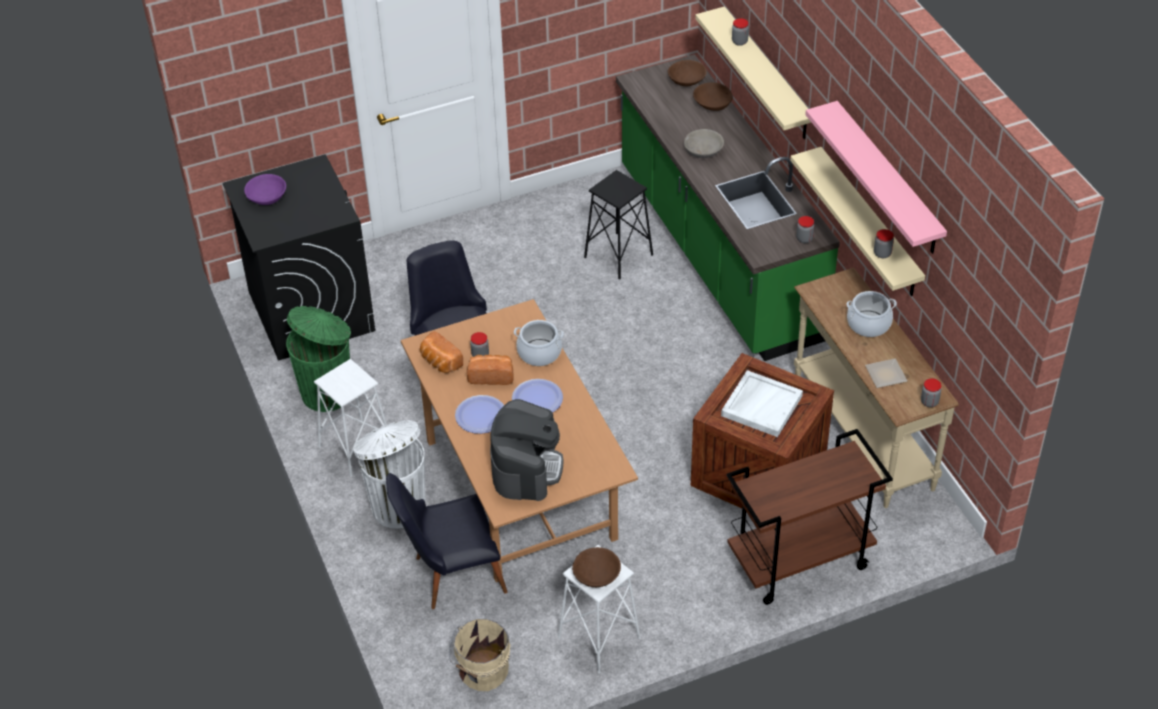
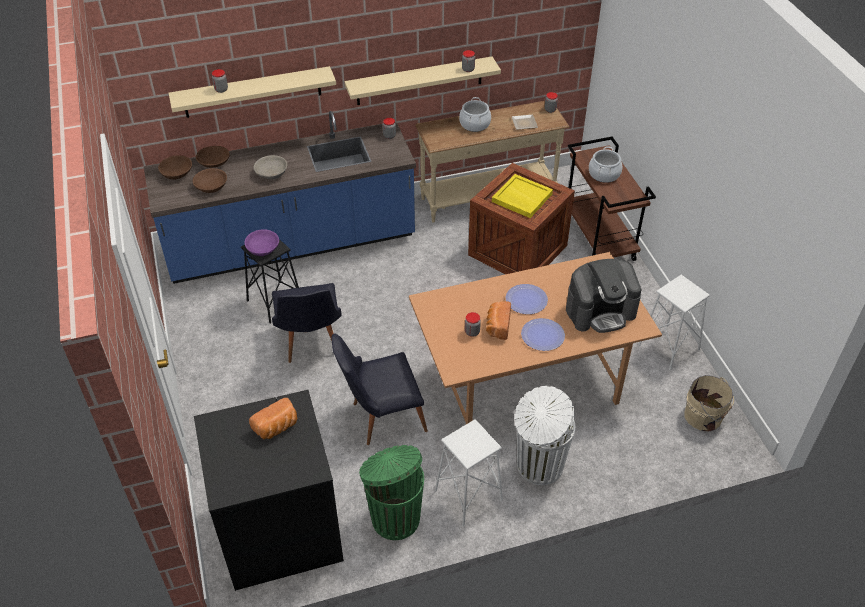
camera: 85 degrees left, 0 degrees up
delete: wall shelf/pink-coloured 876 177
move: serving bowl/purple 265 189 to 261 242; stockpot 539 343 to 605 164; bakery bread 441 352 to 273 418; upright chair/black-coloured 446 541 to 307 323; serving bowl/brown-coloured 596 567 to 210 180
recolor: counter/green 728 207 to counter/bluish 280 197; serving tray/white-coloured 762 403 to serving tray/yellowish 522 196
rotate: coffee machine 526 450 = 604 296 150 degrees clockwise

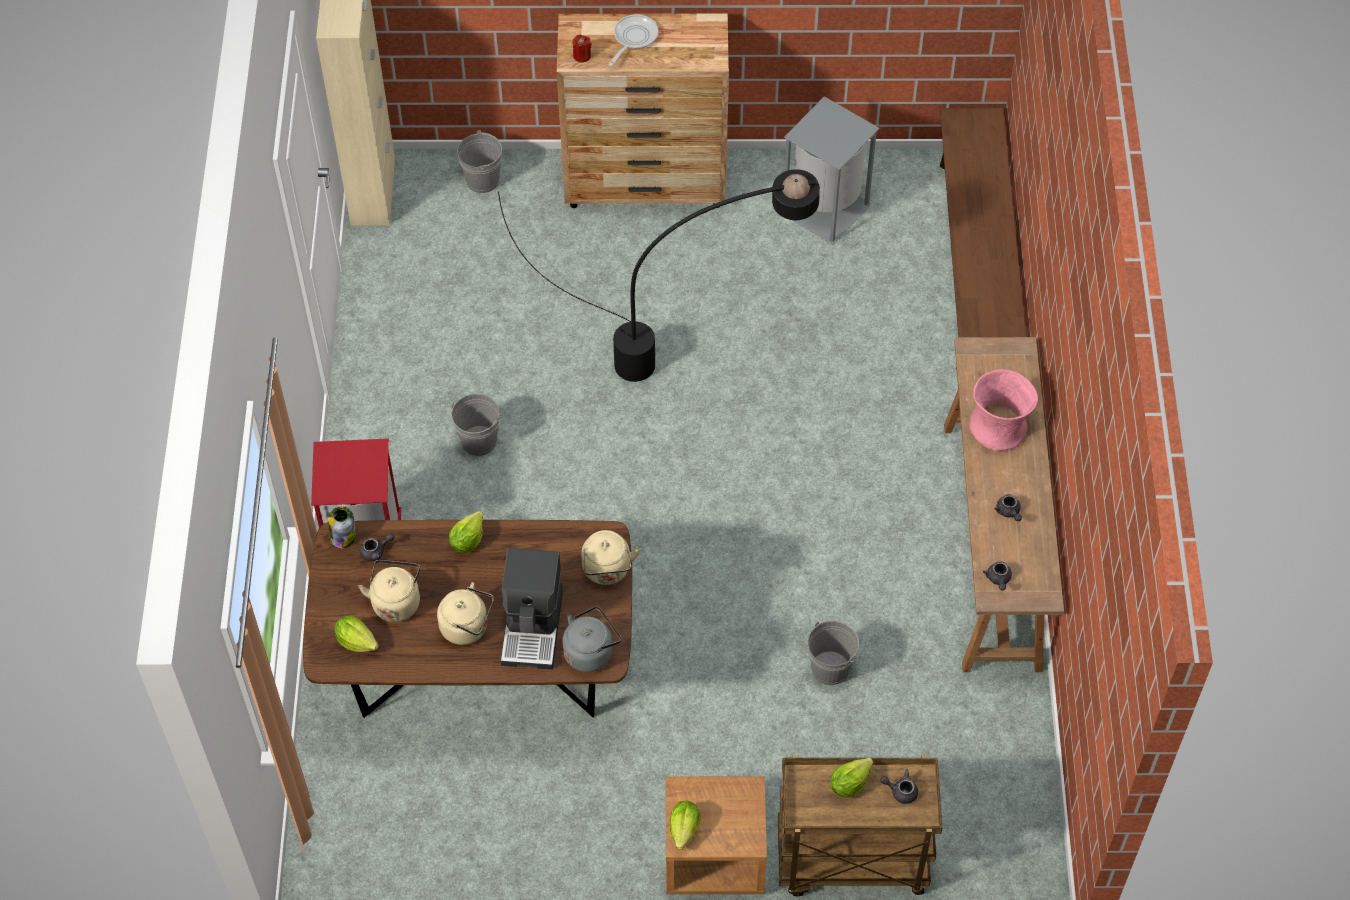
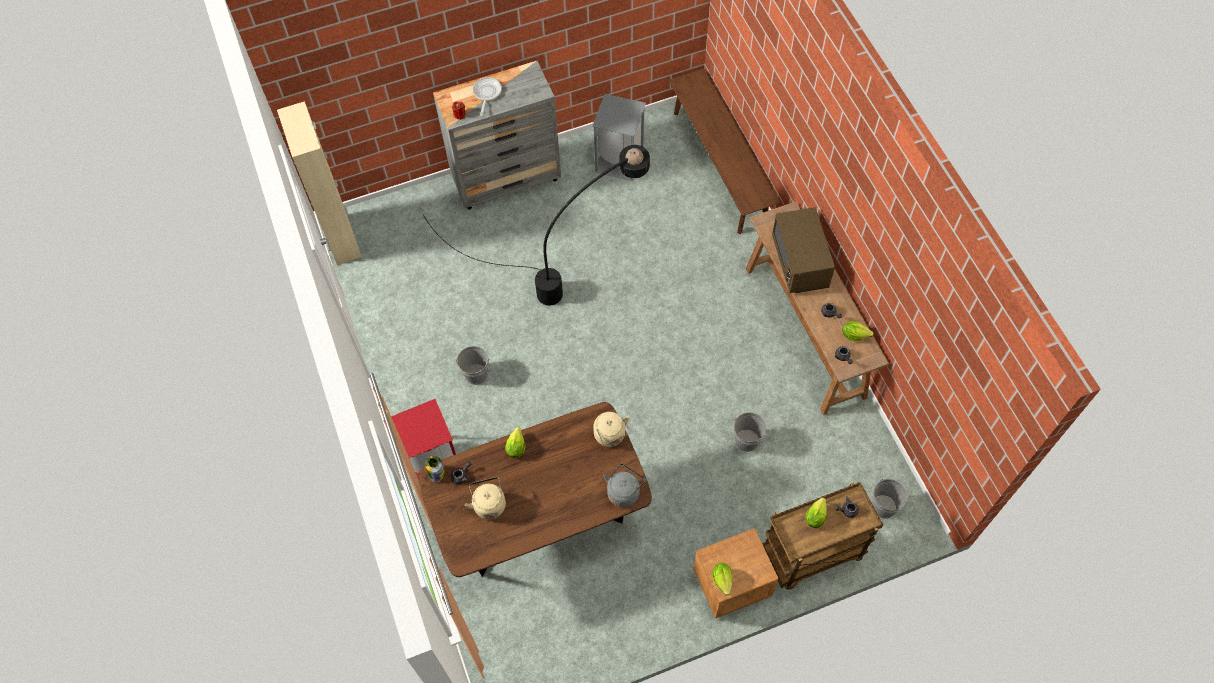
camera: 20 degrees left, 5 degrees up
delete: coffee machine 531 609; kettle/sand-coloured 465 613
move: pail/greyish 479 161 to 890 498; lettuce 356 633 to 858 331
replace: flower vase/pink-coloured 1004 410 to microwave/brown-coloured 803 250
recolor: chest of drawers/brown-coloured 643 110 to chest of drawers/greyish 497 135

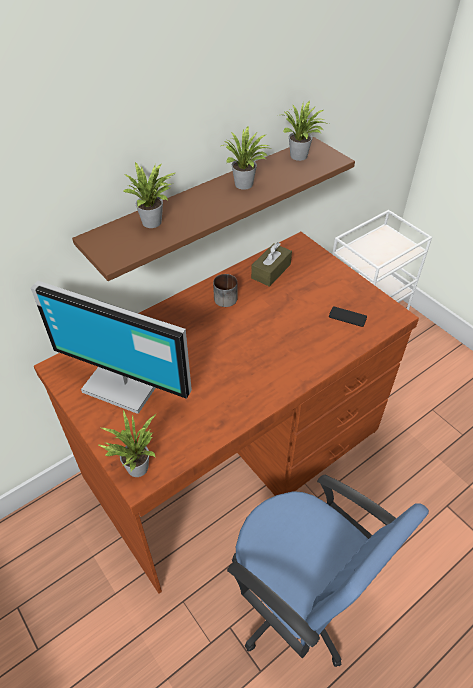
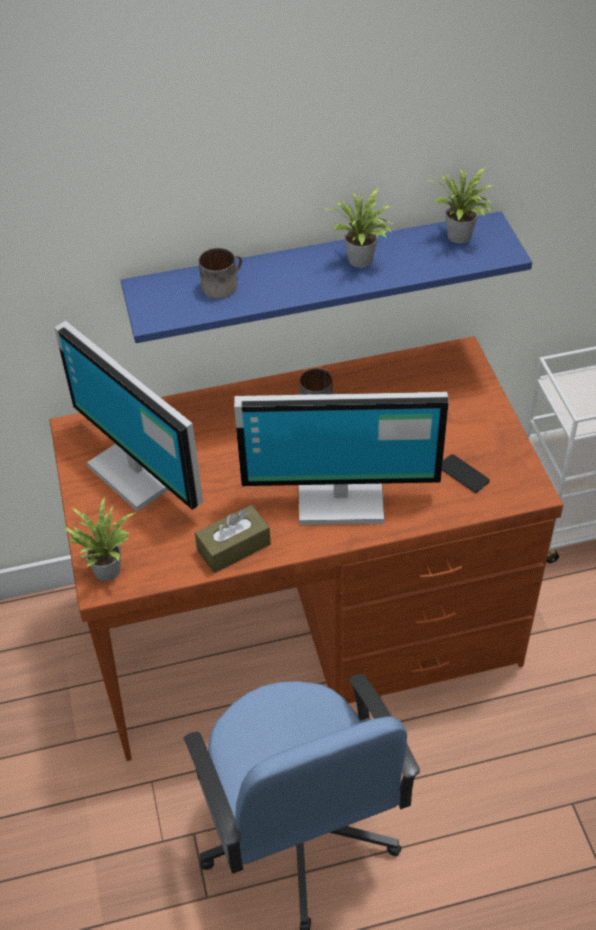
camera: 25 degrees right, 0 degrees up
insert: monitor 341 458
move: tissue box/brown-coloured 271 264 to 233 539
replace: houseplant 149 195 to tea mug 220 273
recolor: wall shelf/brown-coloured 213 209 to wall shelf/bluish 326 277

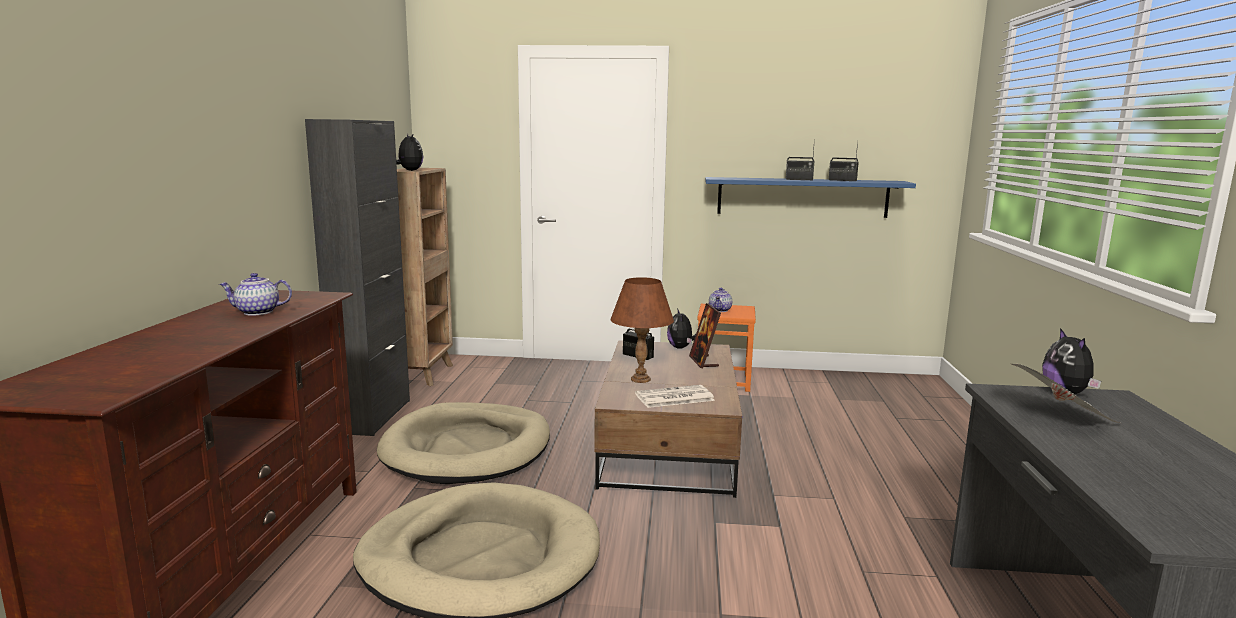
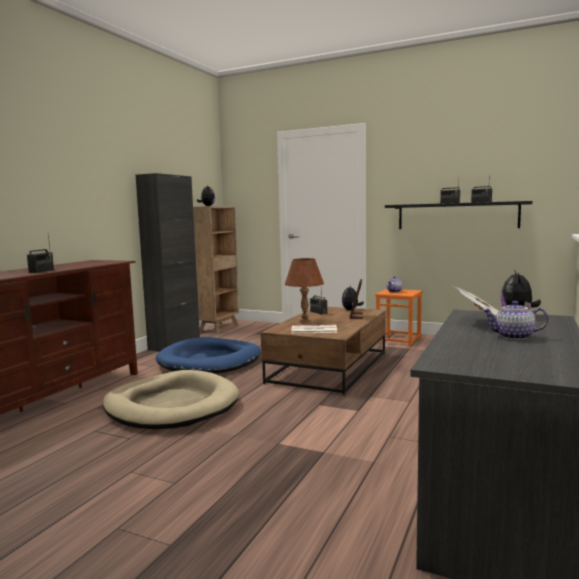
camera: 20 degrees right, 5 degrees down
insert: radio receiver 40 254
move: pot for tea 255 294 to 515 320
recolor: wall shelf/bluish 810 197 to wall shelf/black-coloured 459 215; dog bed/sand-coloured 463 443 to dog bed/bluish 208 355

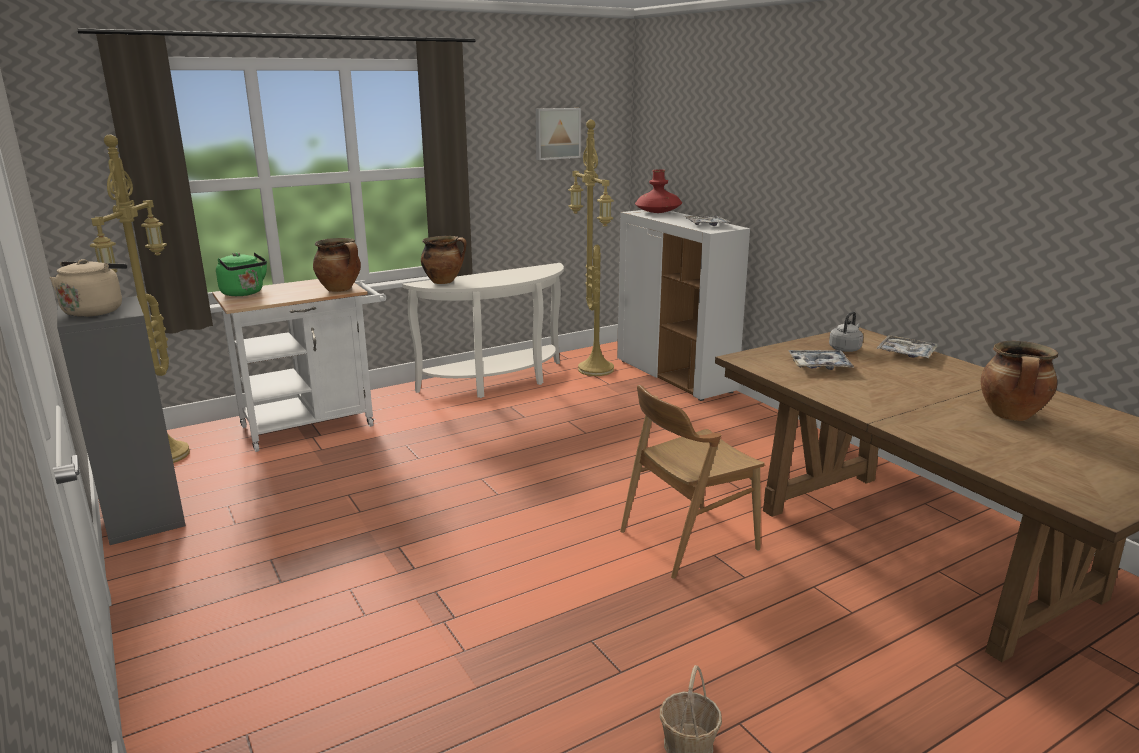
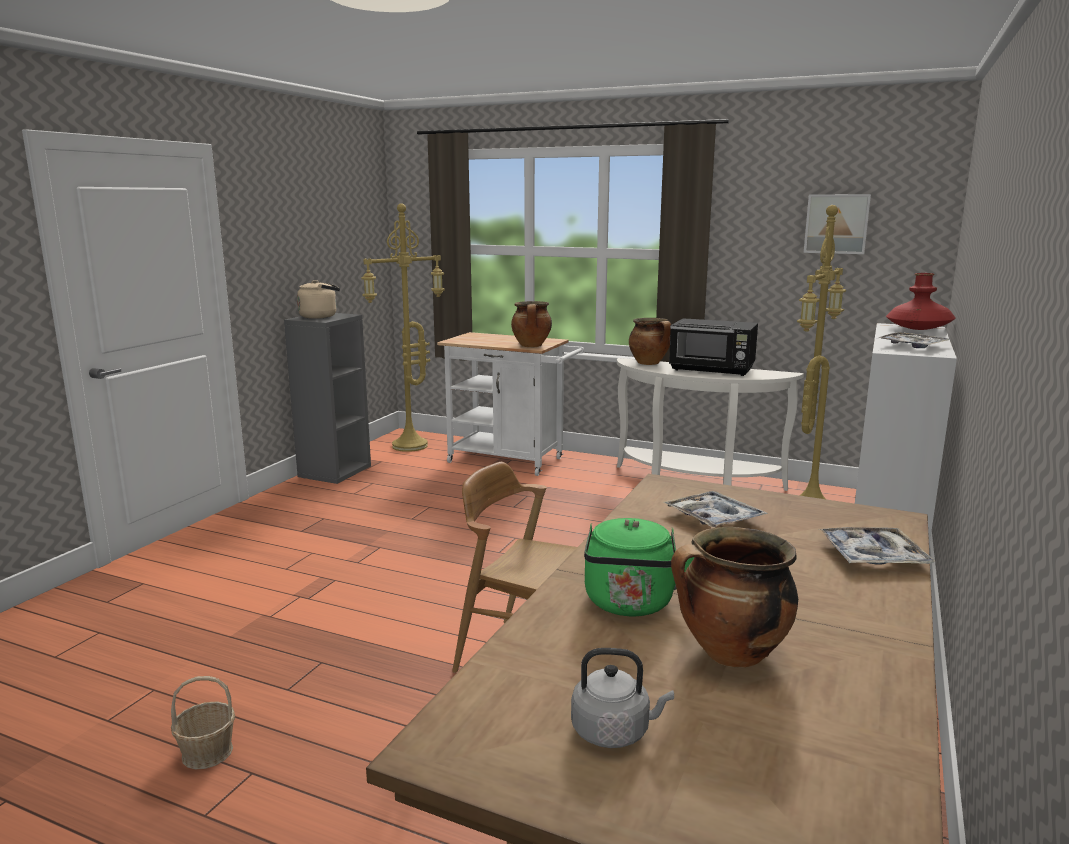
camera: 55 degrees right, 5 degrees down
insert: microwave/black-coloured 713 347
move: kettle/green 241 274 to 639 567; kettle/greyish 846 331 to 622 698

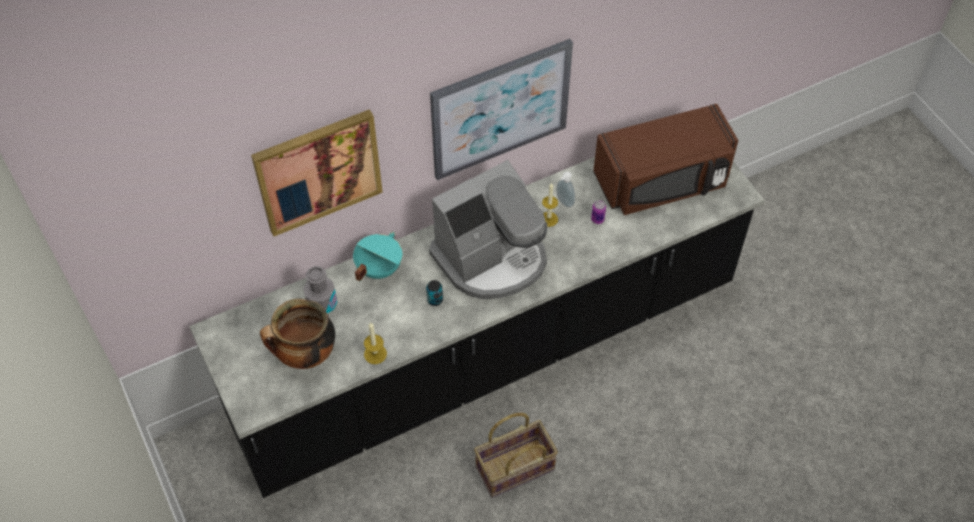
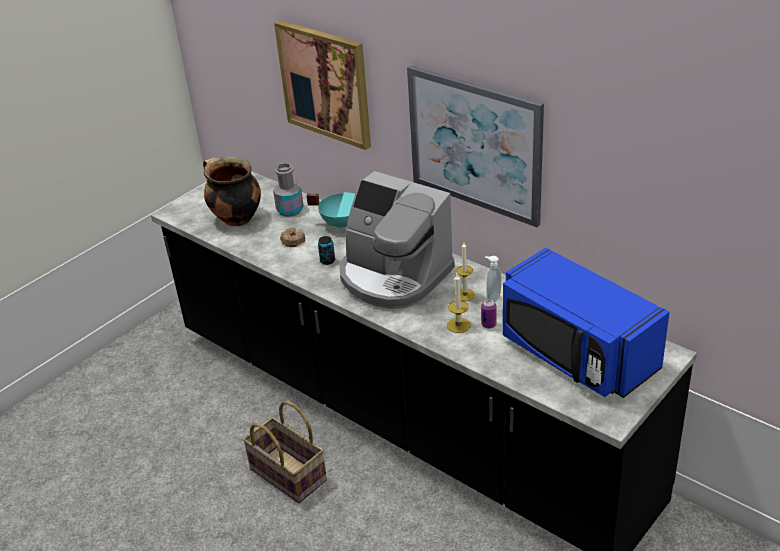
camera: 70 degrees right, 20 degrees down
insert: doughnut 292 237
move: wax candle 375 343 to 459 303
recolor: microwave/brown-coloured 665 159 to microwave/bluish 586 323

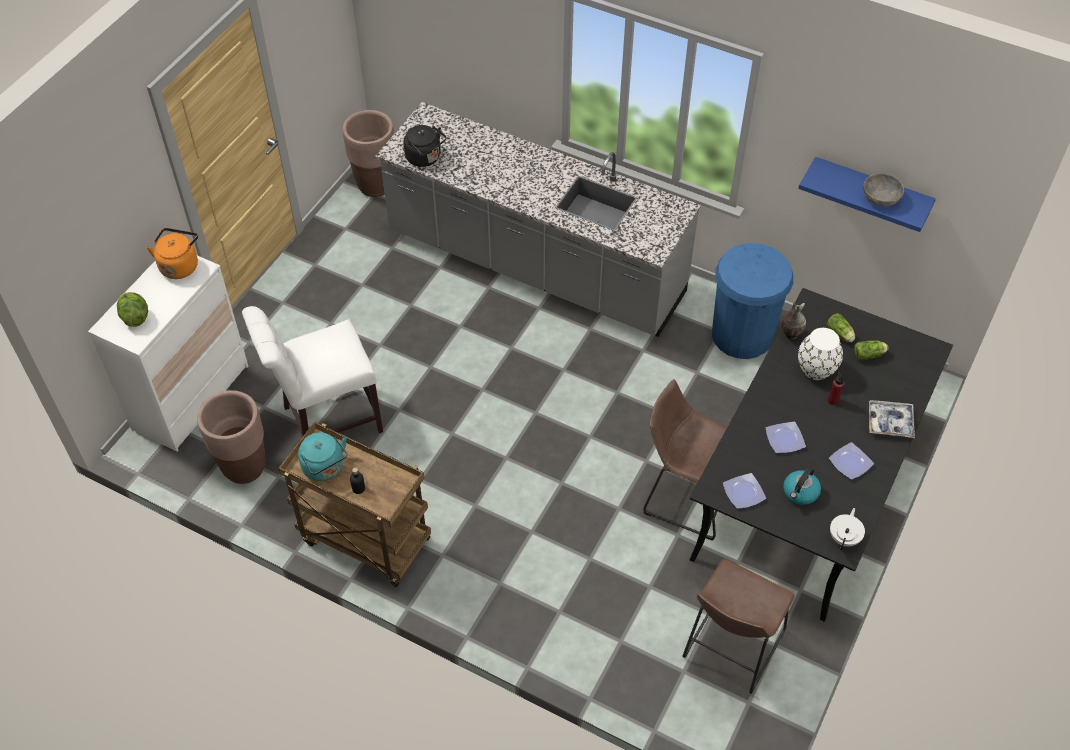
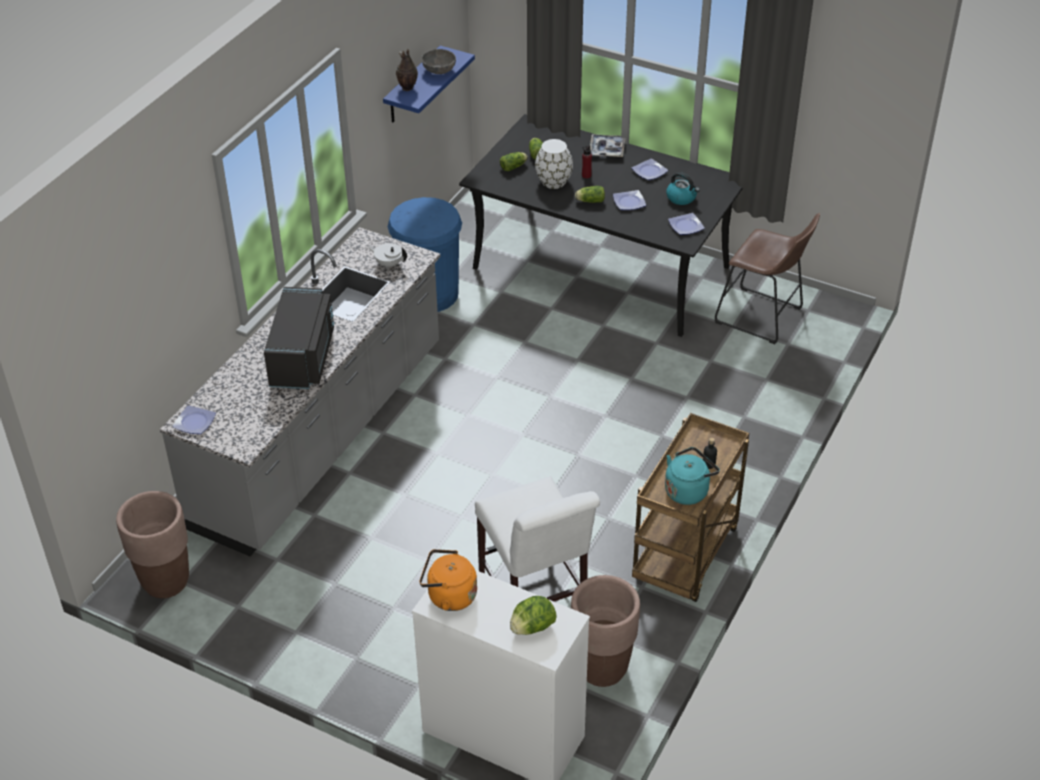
camera: 90 degrees left, 10 degrees down
delete: kettle/black-coloured 425 146; sitting stool/brown-coloured 685 459
insert: lettuce 590 194; microwave/black-coloured 299 338; dinner plate 194 419
move: flower vase 793 320 to 407 69; pot for tea/white-coloured 847 529 to 387 255

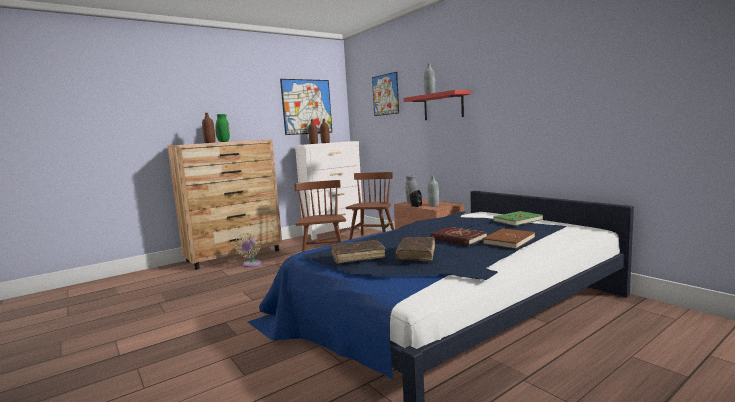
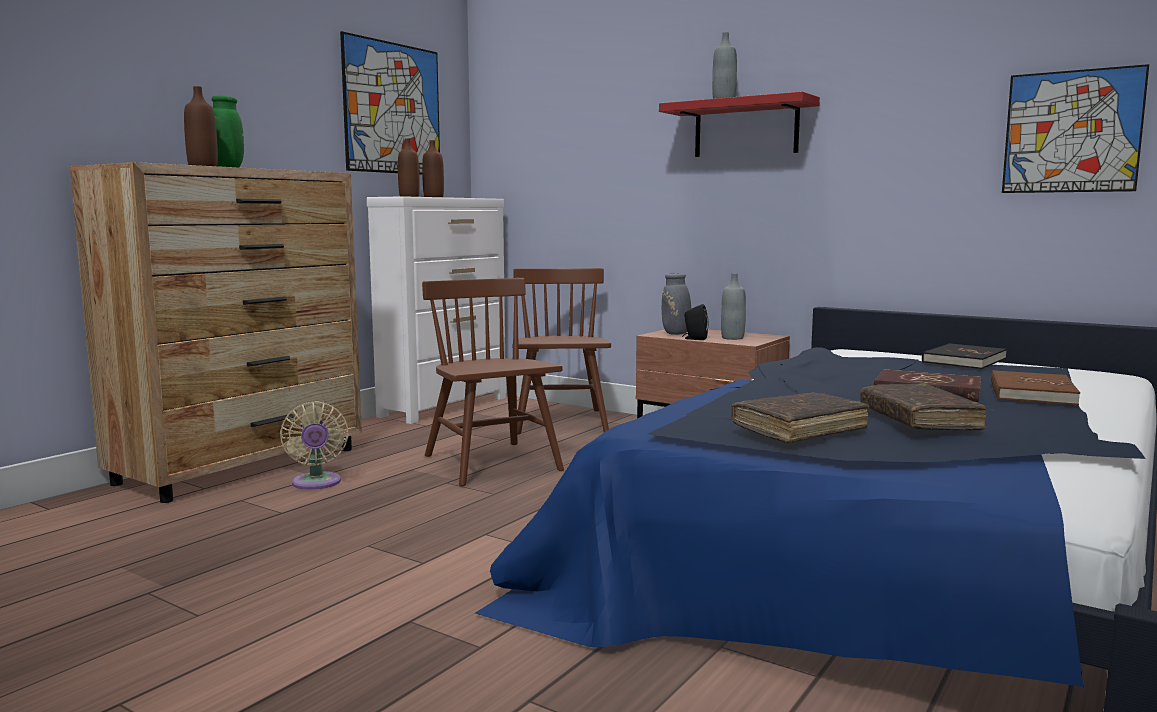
camera: 20 degrees left, 0 degrees up
move: picture 385 94 to 1075 128
recolor: volume/green 518 218 to volume/black-coloured 964 356

